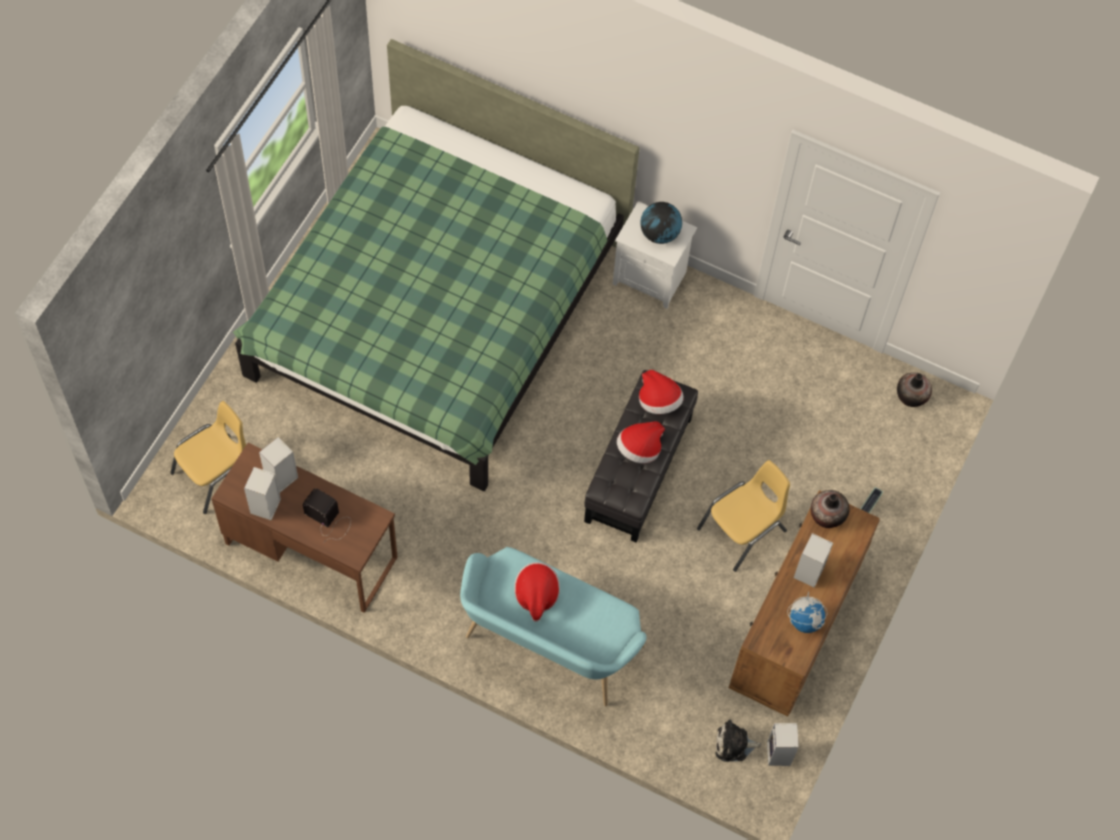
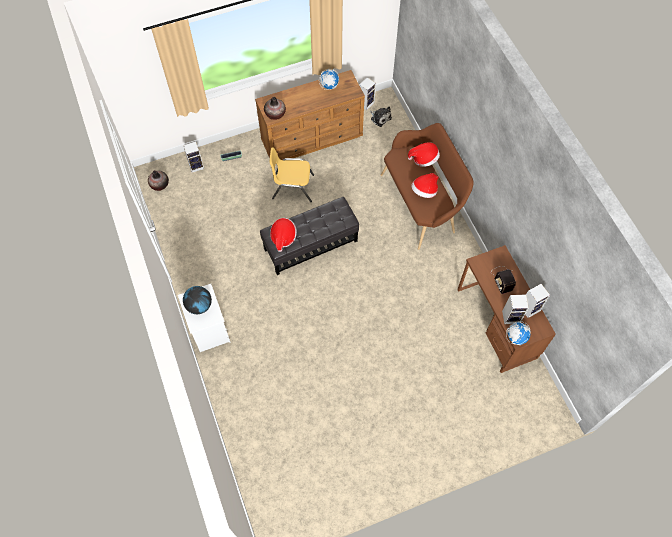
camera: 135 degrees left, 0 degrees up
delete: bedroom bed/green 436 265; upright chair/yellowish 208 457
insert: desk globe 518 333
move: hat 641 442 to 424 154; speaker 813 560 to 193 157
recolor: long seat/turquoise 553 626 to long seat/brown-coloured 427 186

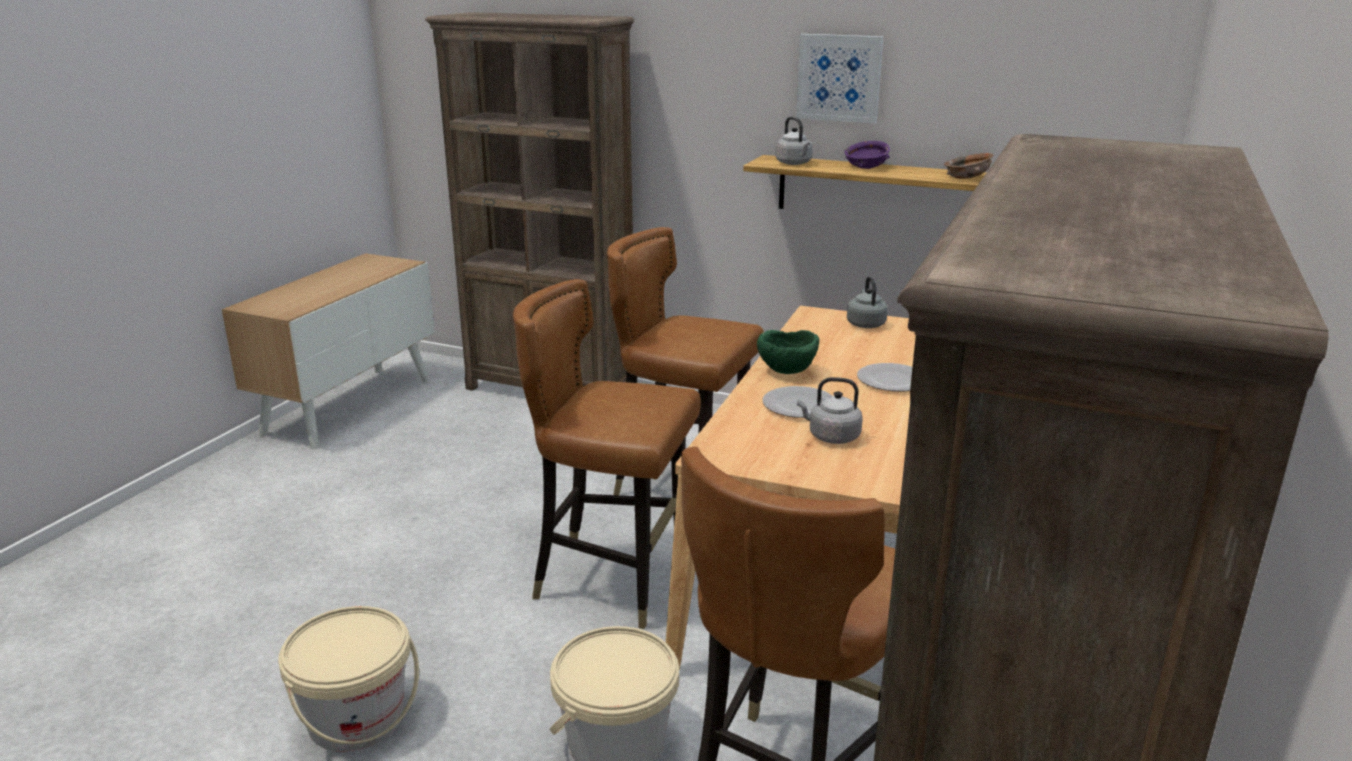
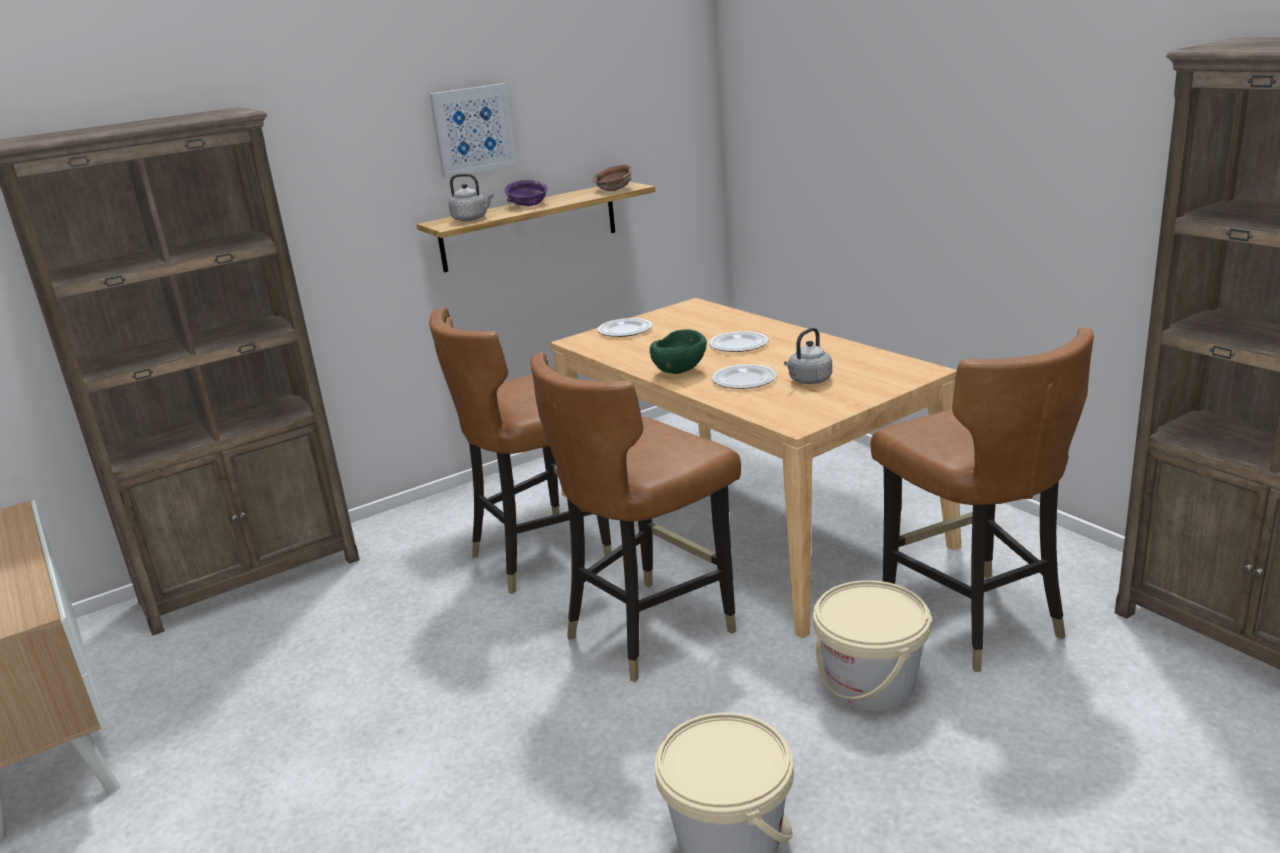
camera: 55 degrees left, 0 degrees up
replace: kettle/greyish 867 302 to dinner plate 625 327

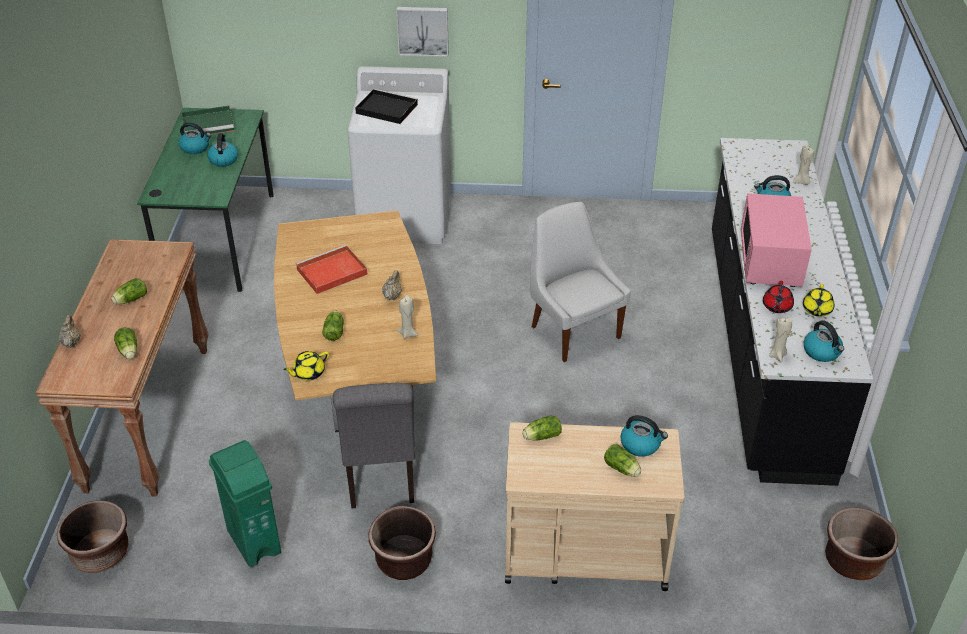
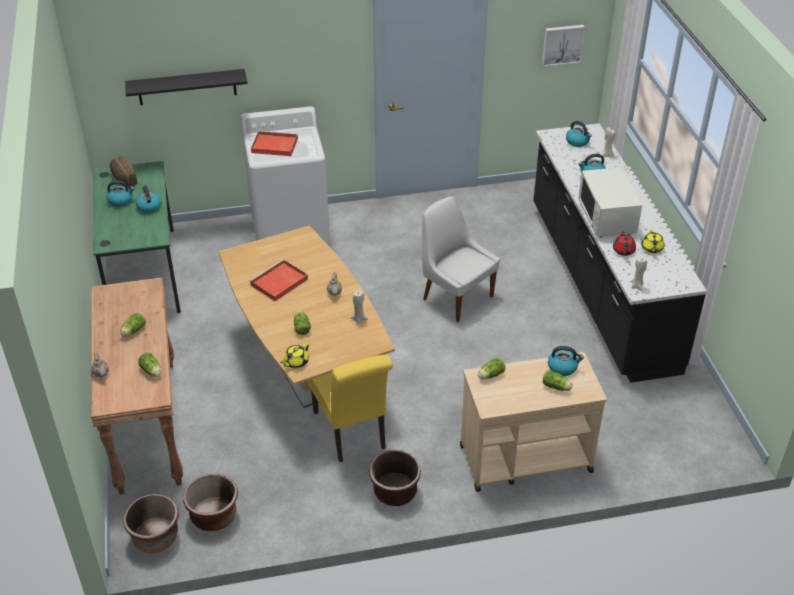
camera: 15 degrees left, 0 degrees up
delete: rubbish bin/green 245 503
insert: wall shelf/black-coloured 186 87
move: picture 422 32 to 563 46; kettle 824 341 to 579 134; flower pot/brown-coloured 861 544 to 210 502
replace: serving tray/green 208 120 to bakery bread 123 171
recolor: serving tray/black-coloured 386 106 to serving tray/reddish 274 143; microwave/pink-coloured 776 240 to microwave/white-coloured 610 202; upright chair/greyish 374 446 to upright chair/yellowish 350 408

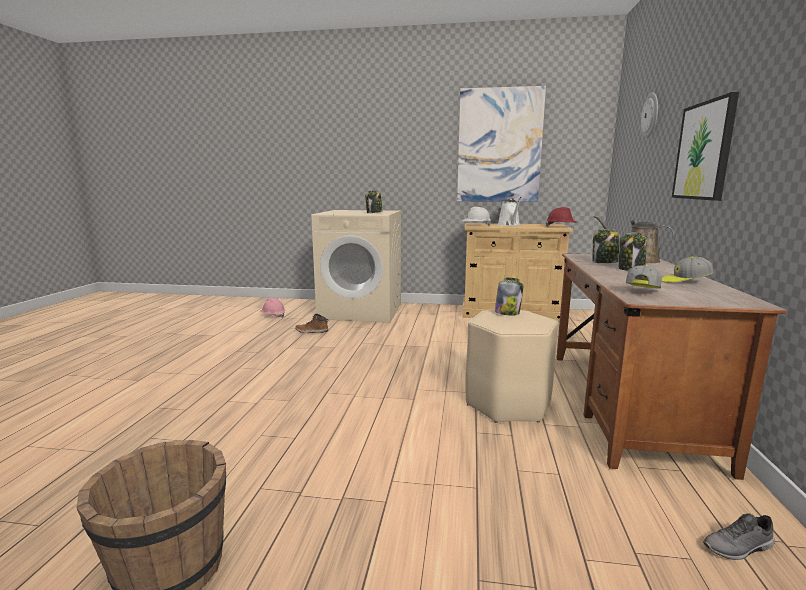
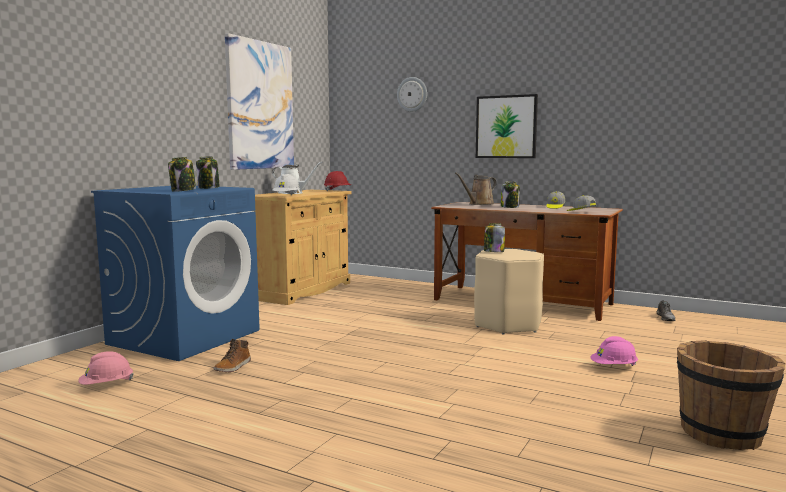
camera: 70 degrees left, 5 degrees down
insert: safety helmet/pink-coloured 614 351
move: jar 606 246 to 182 174
recolor: laundry machine/sand-coloured 356 266 to laundry machine/bluish 175 273

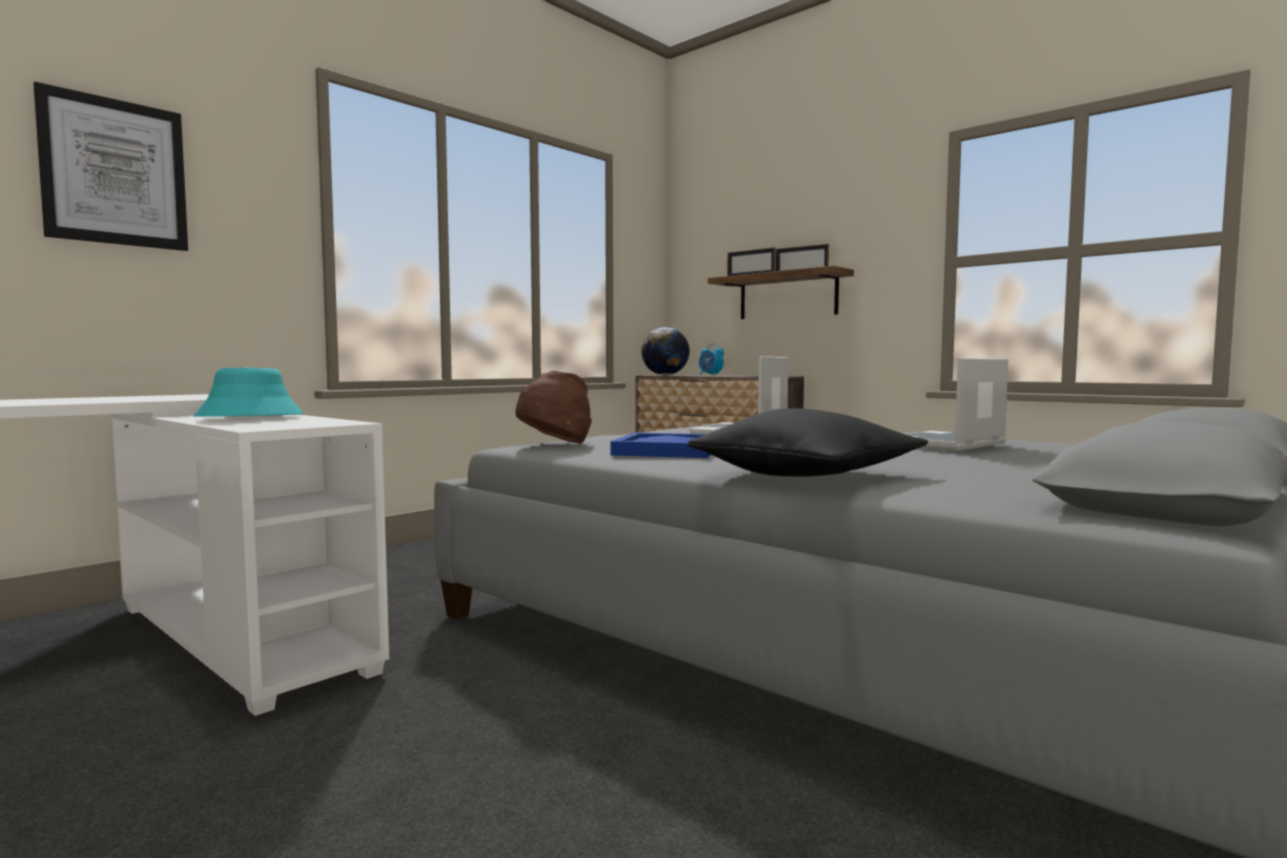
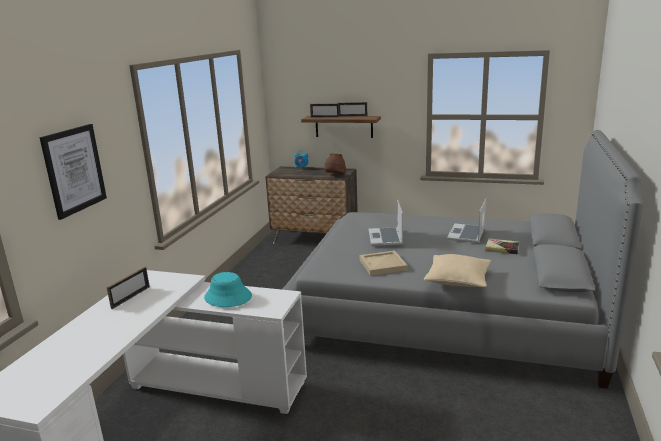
camera: 25 degrees left, 15 degrees up
delete: desk globe 665 351
insert: volume 502 246; photo frame 128 288
move: hat/brown-coloured 553 407 to 335 163
recolor: cushion/black-coloured 807 442 to cushion/sand-coloured 457 270; serving tray/bluish 661 445 to serving tray/sand-coloured 384 263

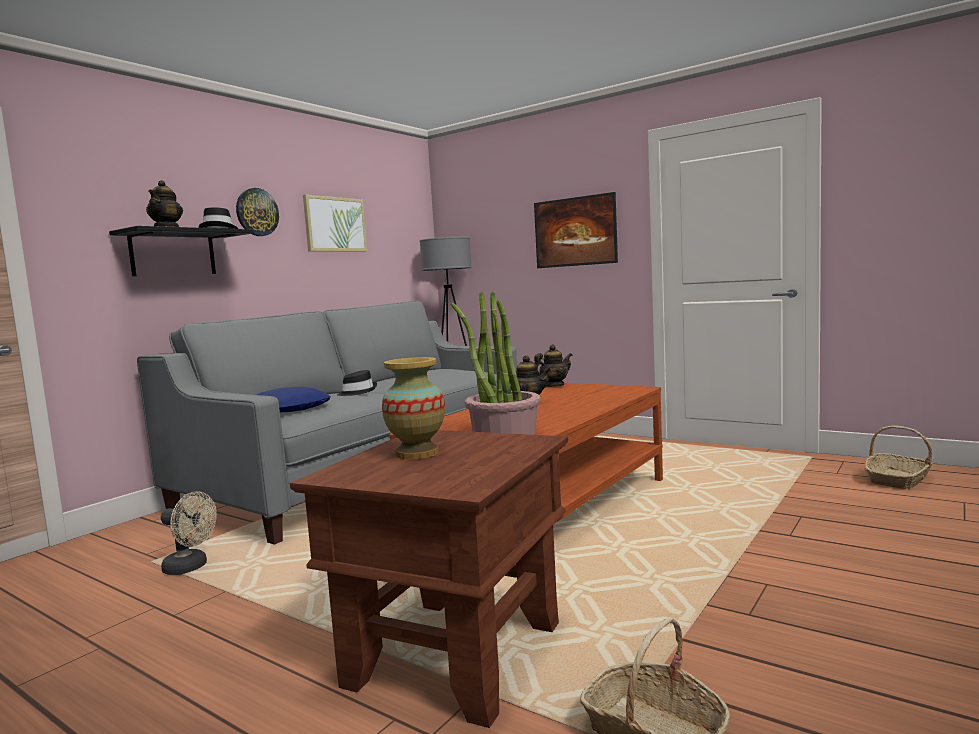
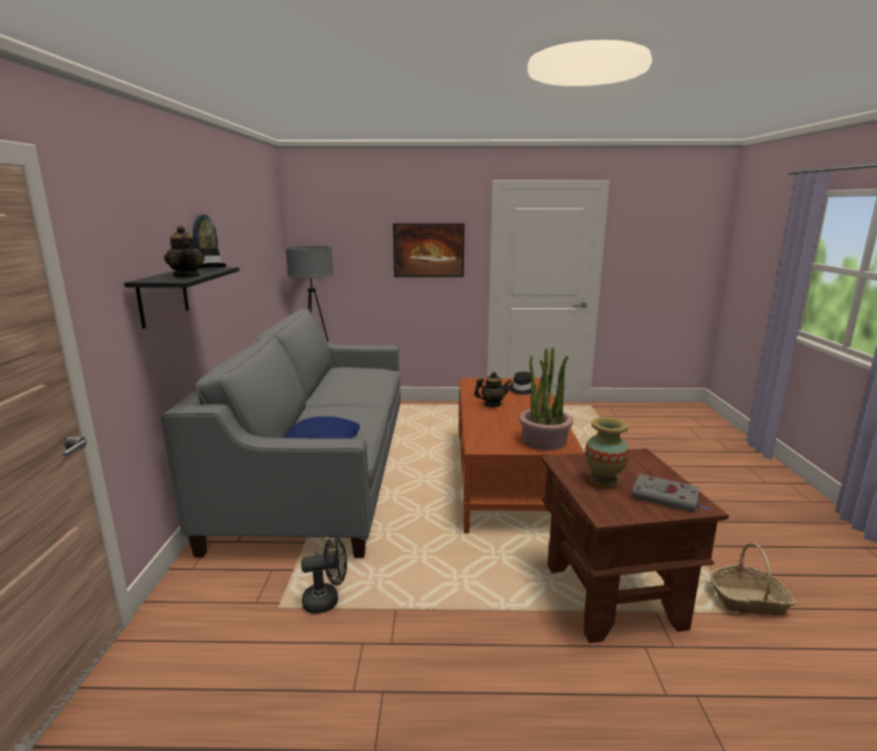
camera: 35 degrees left, 10 degrees up
delete: picture 335 223; pot for tea 553 365; household basket 899 457
insert: volume/greyish 670 493
move: hat/black-coloured 357 383 to 522 383
recolor: electric fan/sand-coloured 189 533 to electric fan/black-coloured 324 575

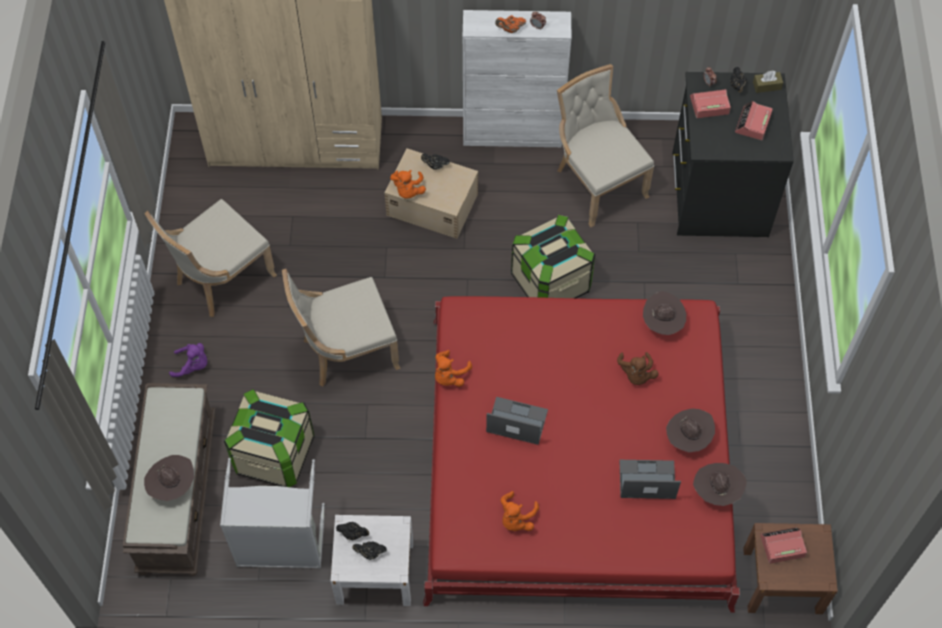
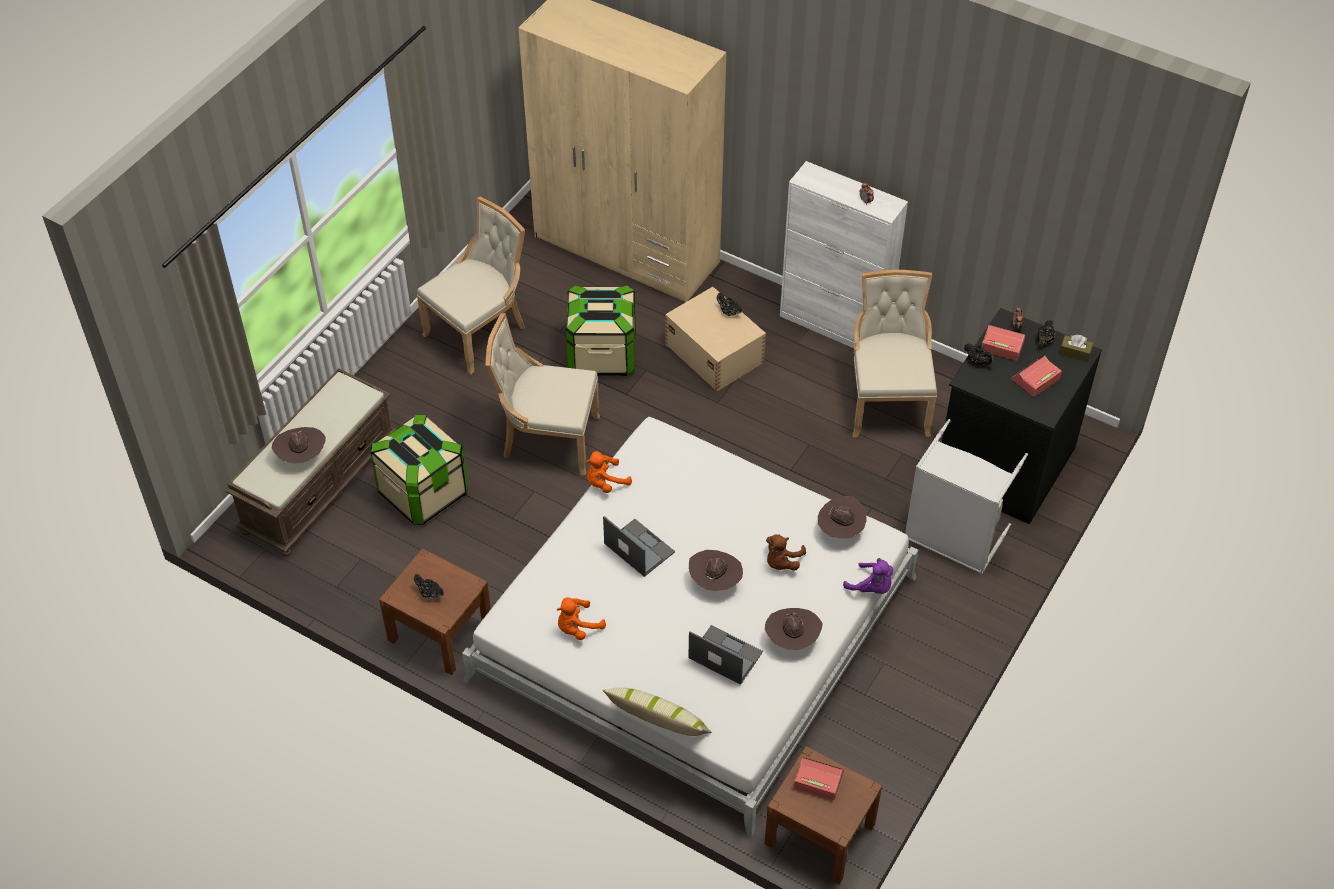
camera: 30 degrees right, 10 degrees down
delete: pot for tea/orange-coloured 510 24; soft toy/orange-coloured 408 184
insert: cushion 657 711
move: storage container 553 256 to 600 330; soft toy/purple 188 360 to 868 576; hamper/greyish 272 513 to 966 496; hat/brown-coloured 720 484 to 716 570; pot for tea/black-coloured 352 531 to 979 354
recolor: bedroom bed/reddish 581 454 to bedroom bed/white-coloured 690 627; night table/white-coloured 372 560 to night table/brown-coloured 435 611
rotate: upright chair/sand-coloured 210 258 = 471 285 150 degrees clockwise

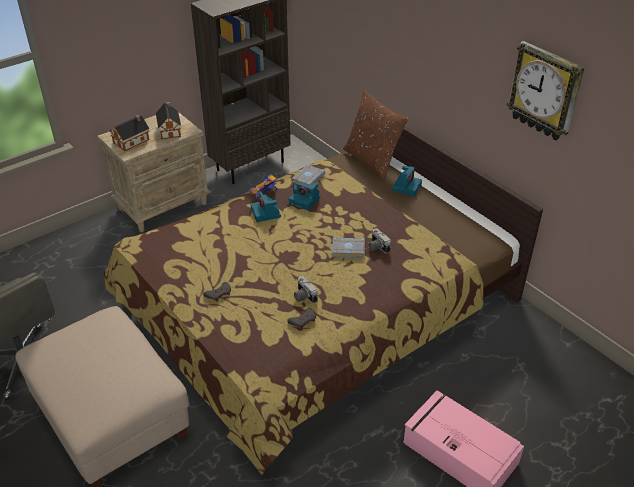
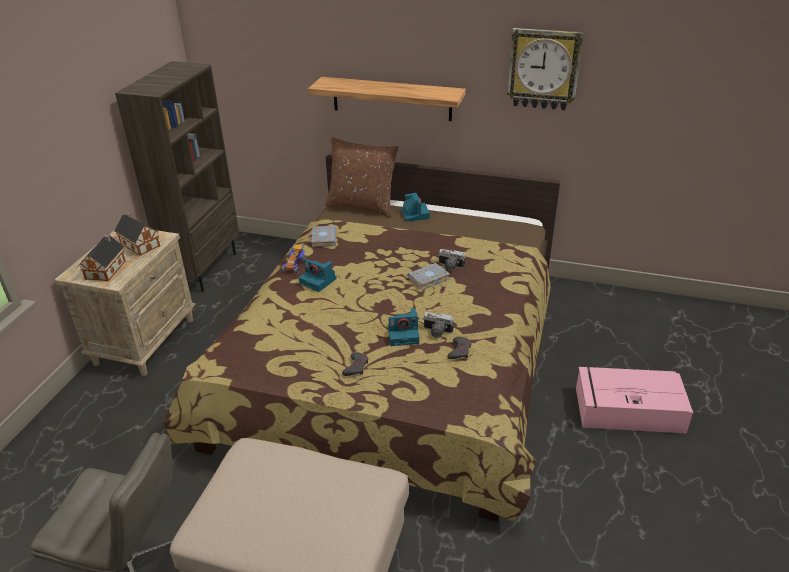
camera: 35 degrees left, 5 degrees down
insert: wall shelf 387 99
move: photo camera 304 196 to 403 327

